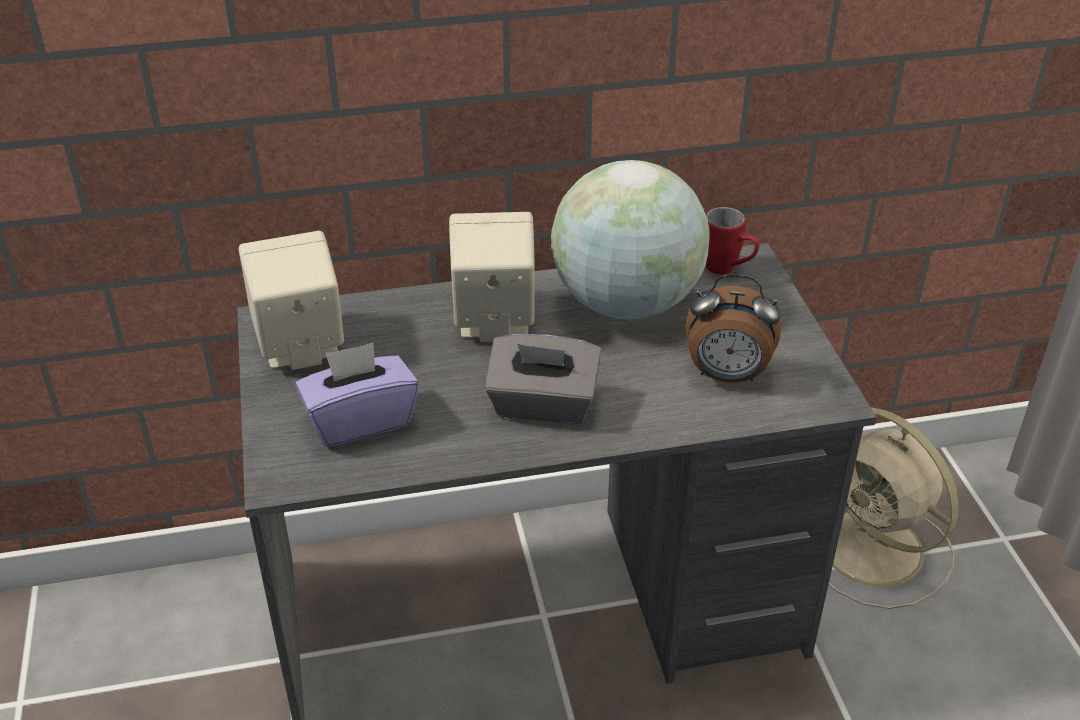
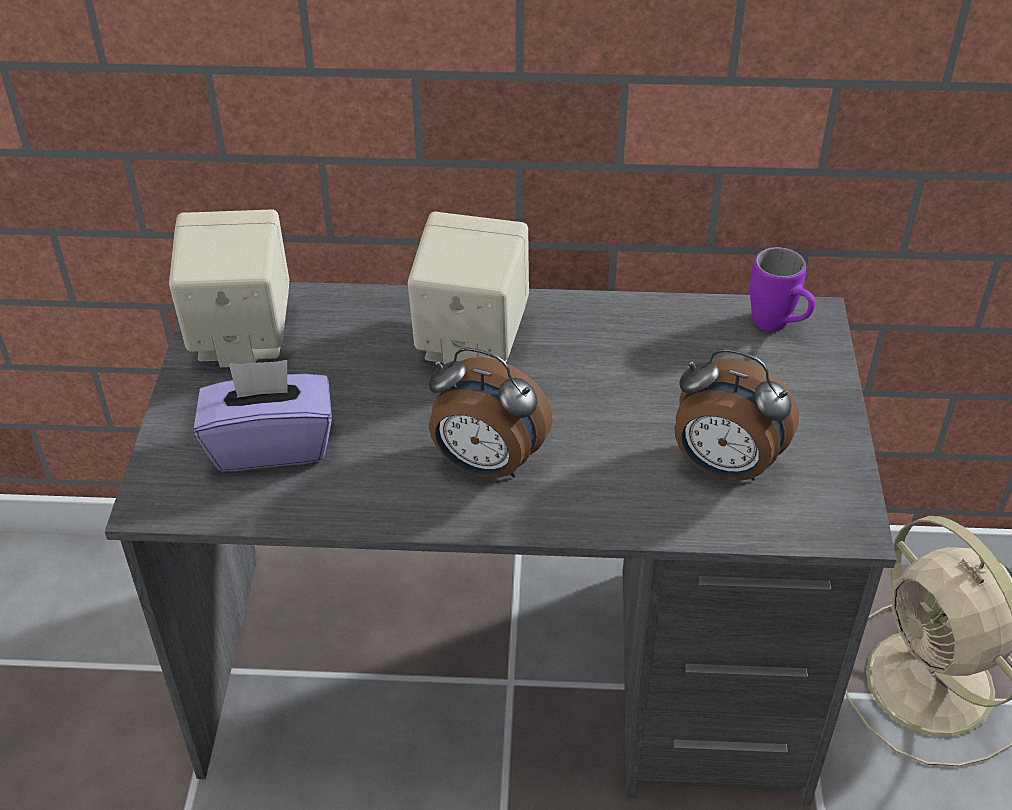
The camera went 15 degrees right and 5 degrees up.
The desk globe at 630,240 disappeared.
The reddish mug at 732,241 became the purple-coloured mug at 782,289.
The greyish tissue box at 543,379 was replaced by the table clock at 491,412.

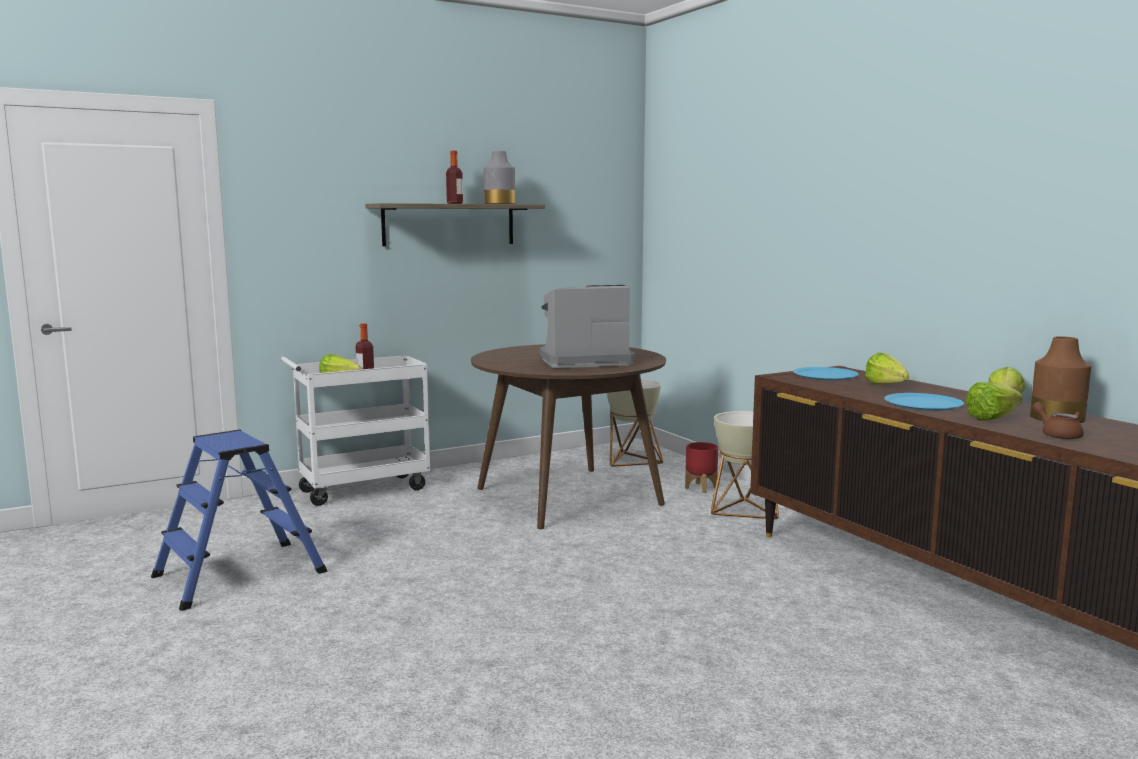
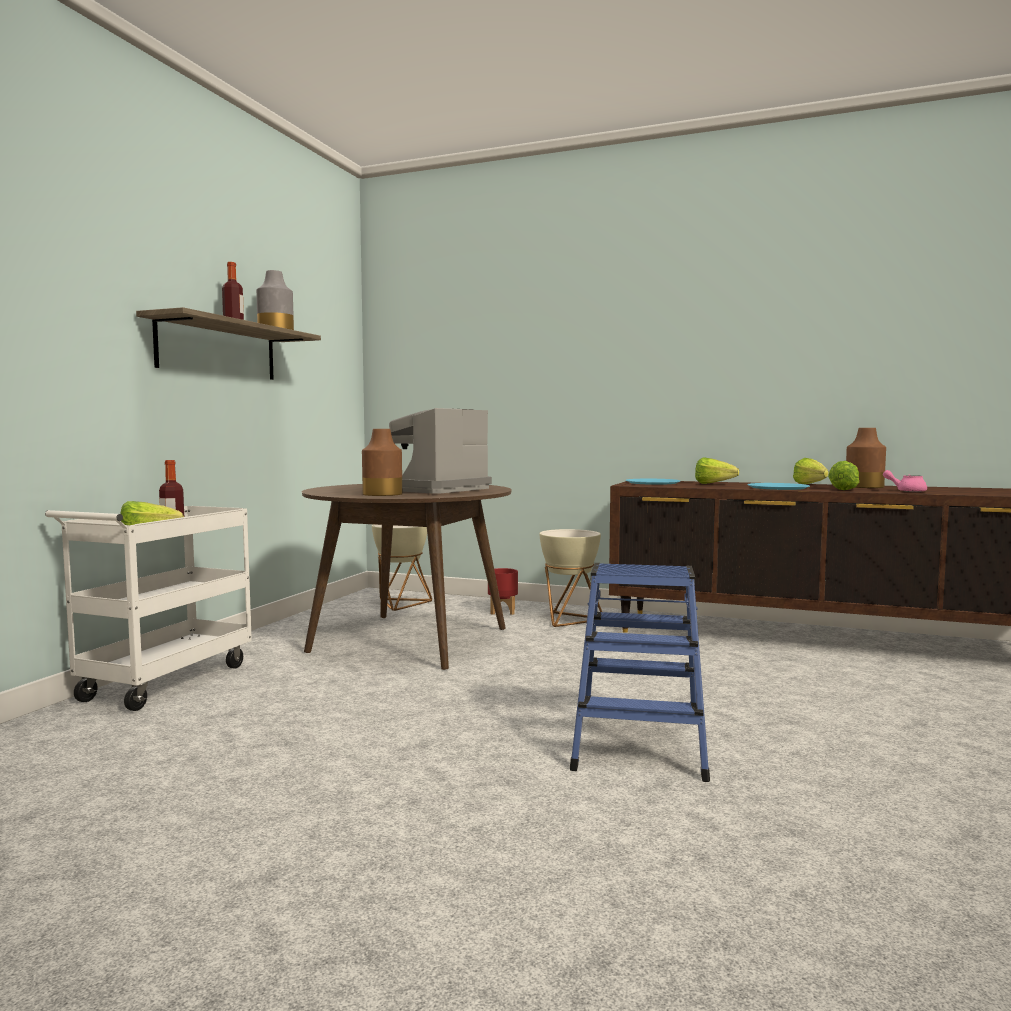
The camera went 40 degrees left and 5 degrees down.
The brown tea pot at 1058,421 became the pink tea pot at 905,481.
The blue step ladder moved from 239,520 to 640,672.
The brown flower vase at 382,462 appeared.

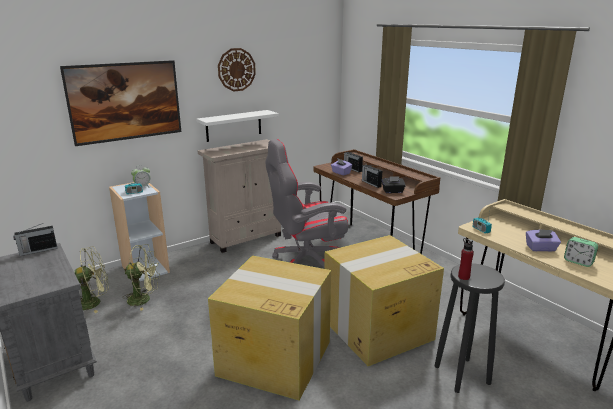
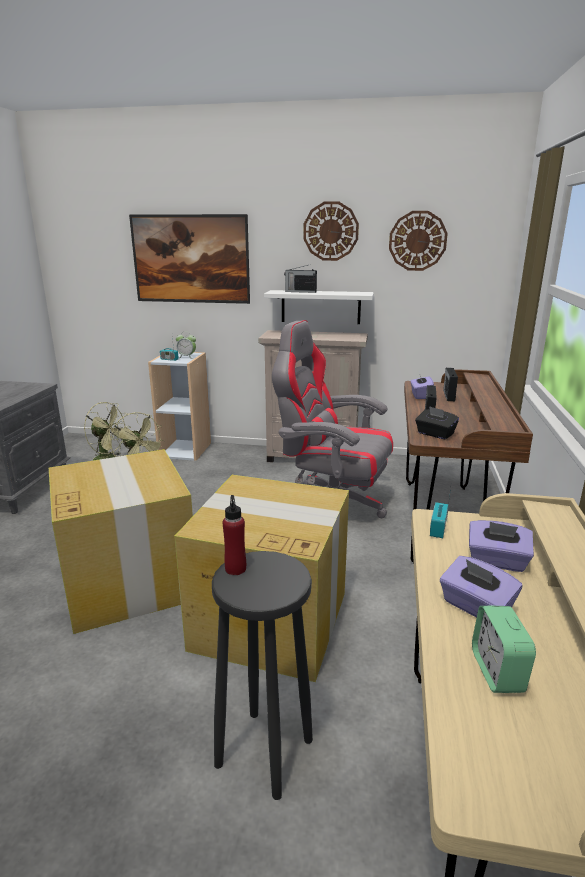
The camera went 45 degrees right and 0 degrees up.
The radio set moved from 35,239 to 300,278.
The clock on the wall at 418,241 appeared.
The purple-coloured tissue box at 501,546 appeared.

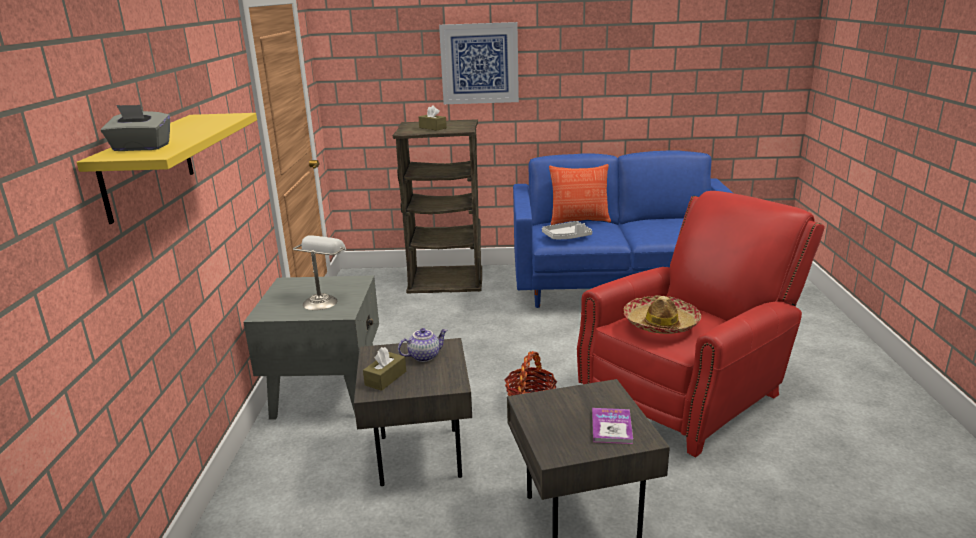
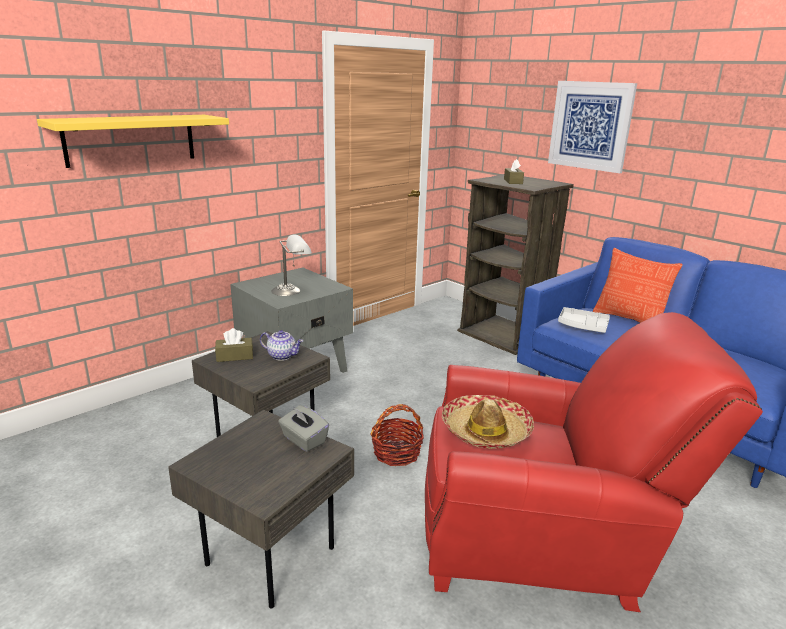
The camera went 45 degrees right and 0 degrees up.
The greyish tissue box moved from 135,128 to 303,428.
The volume at 612,426 disappeared.

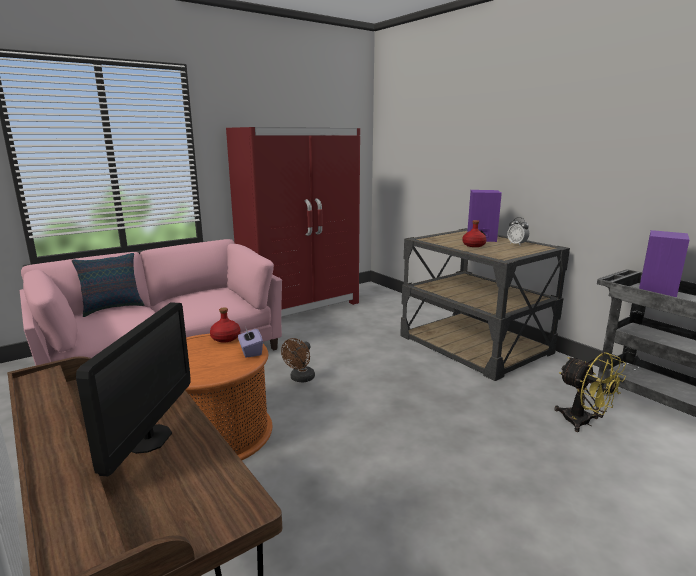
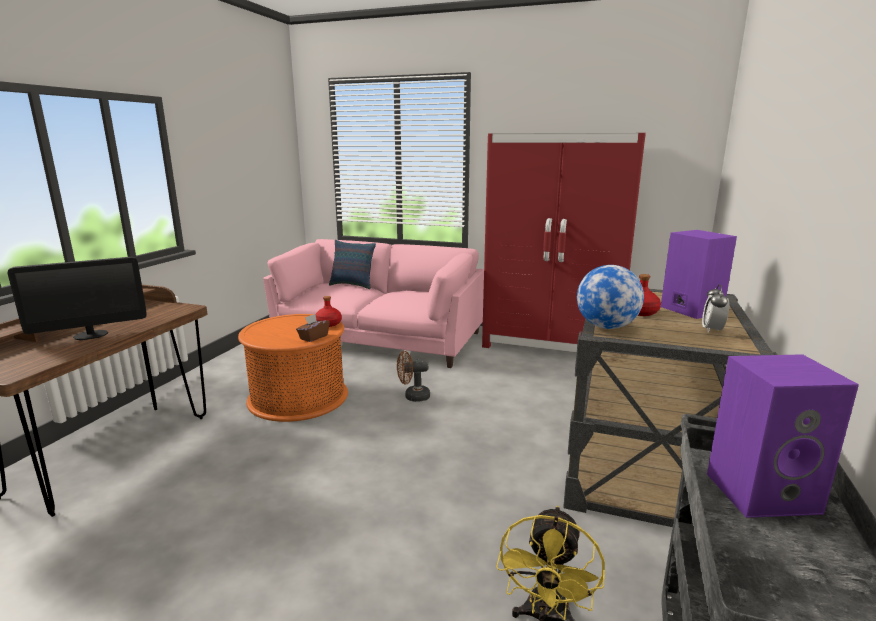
The camera went 55 degrees right and 0 degrees up.
The purple-coloured tissue box at 250,342 became the brown tissue box at 313,328.
The desk globe at 610,297 appeared.

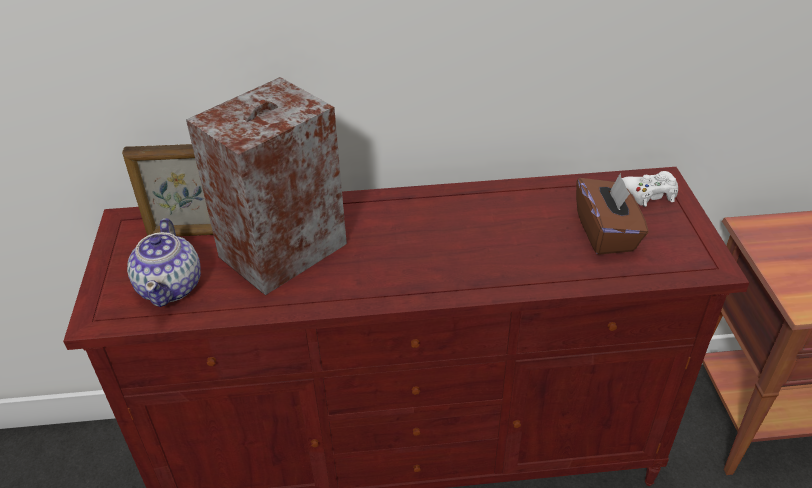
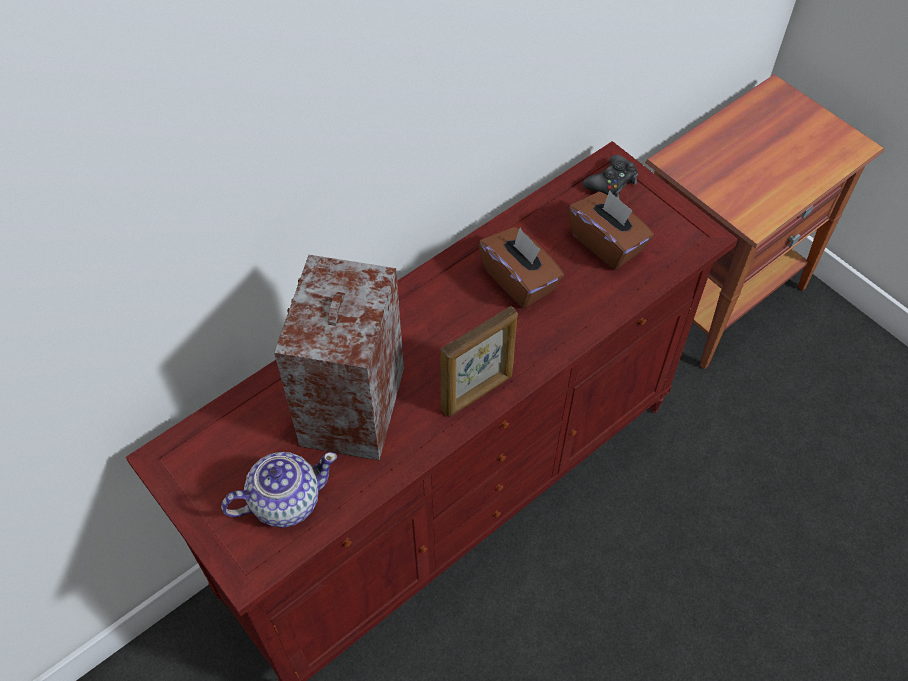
The camera went 35 degrees left and 15 degrees up.
The standing frame moved from 167,190 to 479,361.
The white-coloured joypad at 650,189 became the blackish joypad at 610,177.
The tea pot at 164,262 turned 75 degrees counterclockwise.
The brown tissue box at 521,267 appeared.

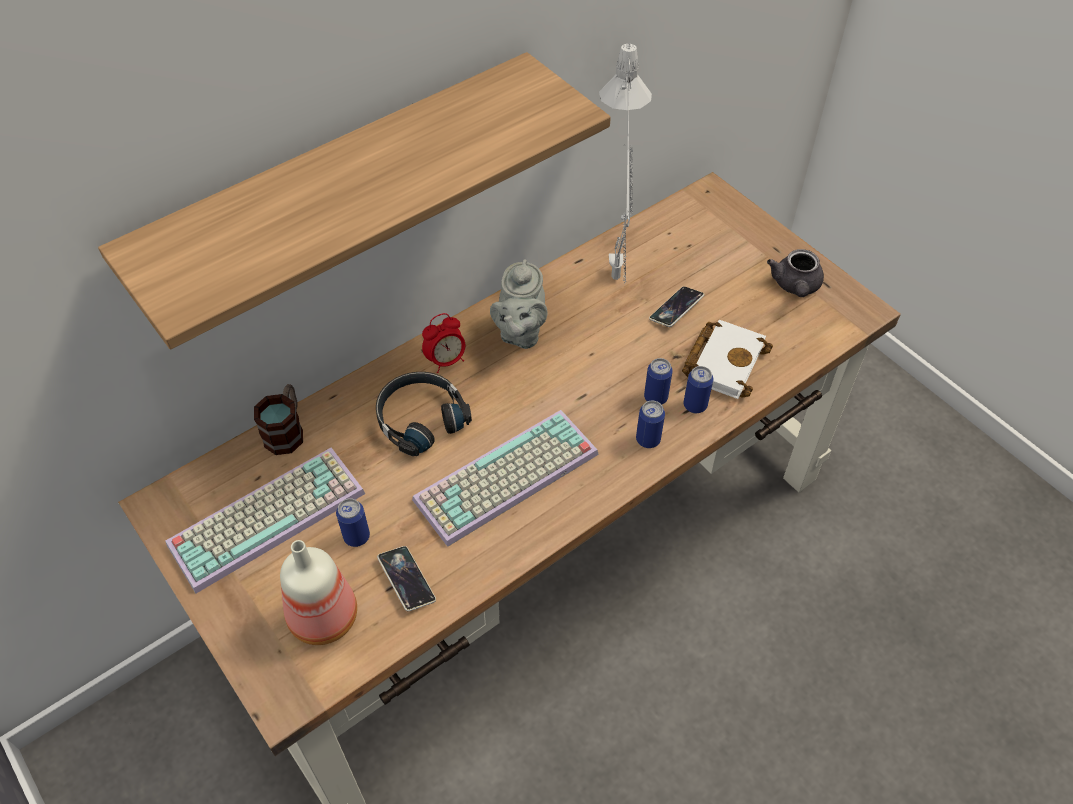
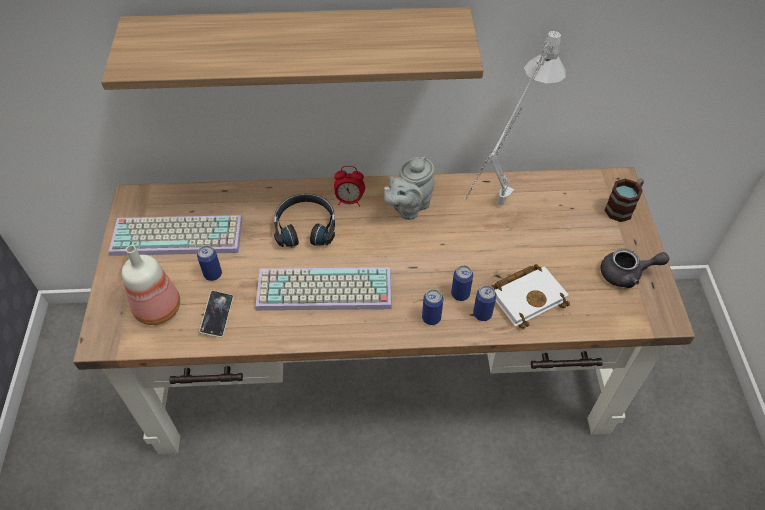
The camera went 35 degrees right and 0 degrees up.
The greyish tea pot at 795,273 turned 135 degrees counterclockwise.
The handset at 676,306 disappeared.
The mug moved from 278,419 to 624,200.

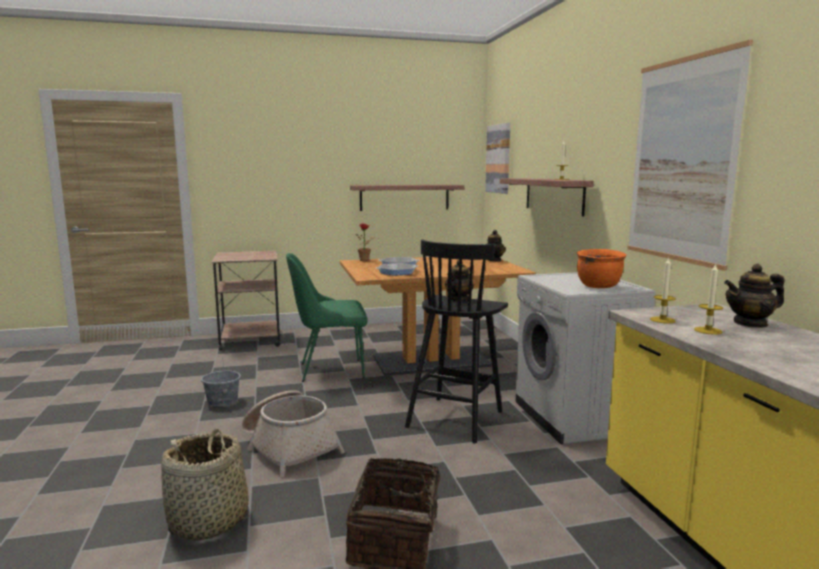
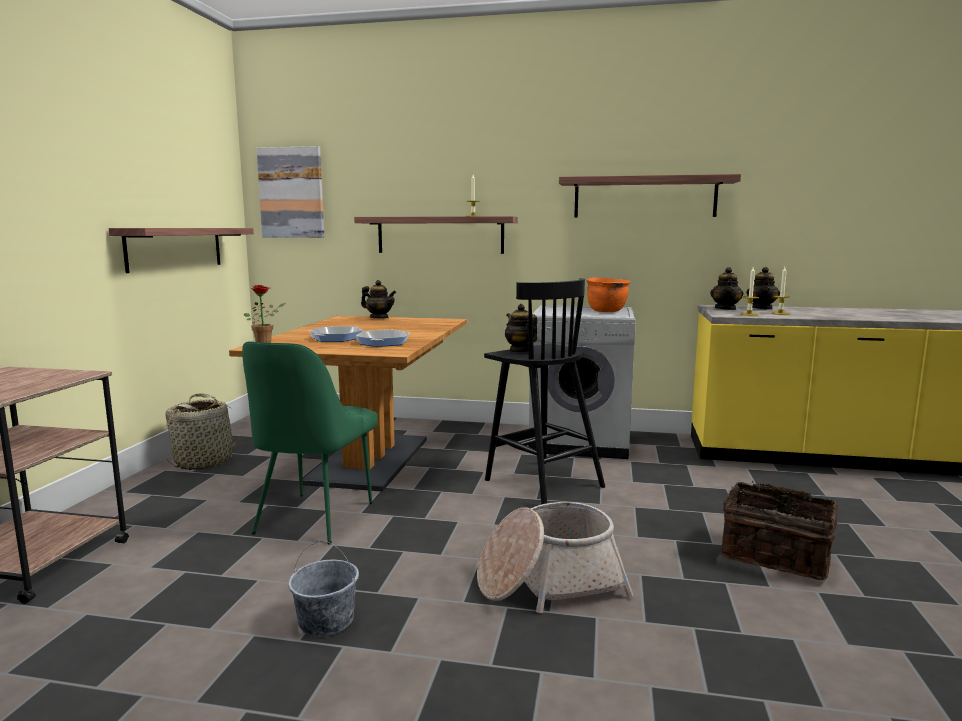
The camera went 65 degrees left and 0 degrees up.
The picture at 690,155 was replaced by the shelf at 650,195.
The basket moved from 208,484 to 203,432.
The tea pot at 727,288 appeared.

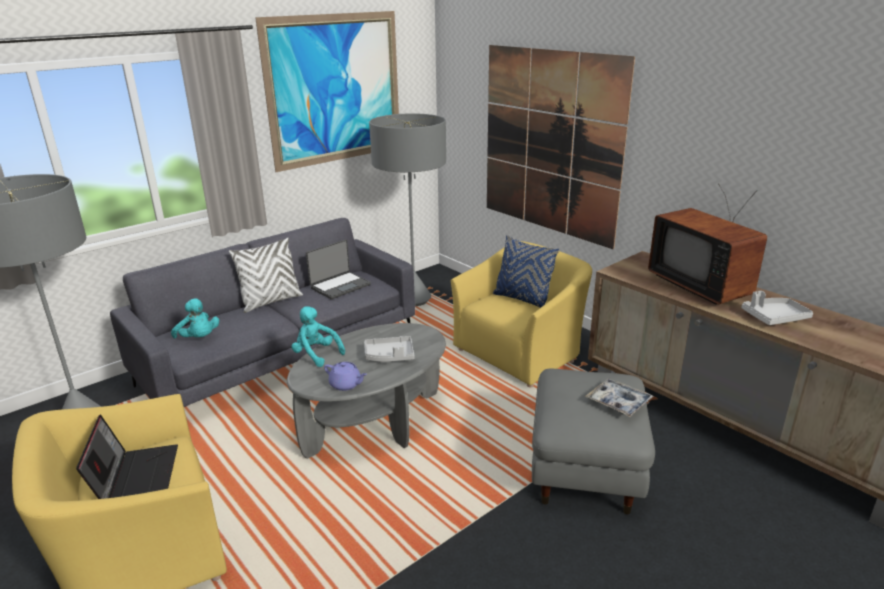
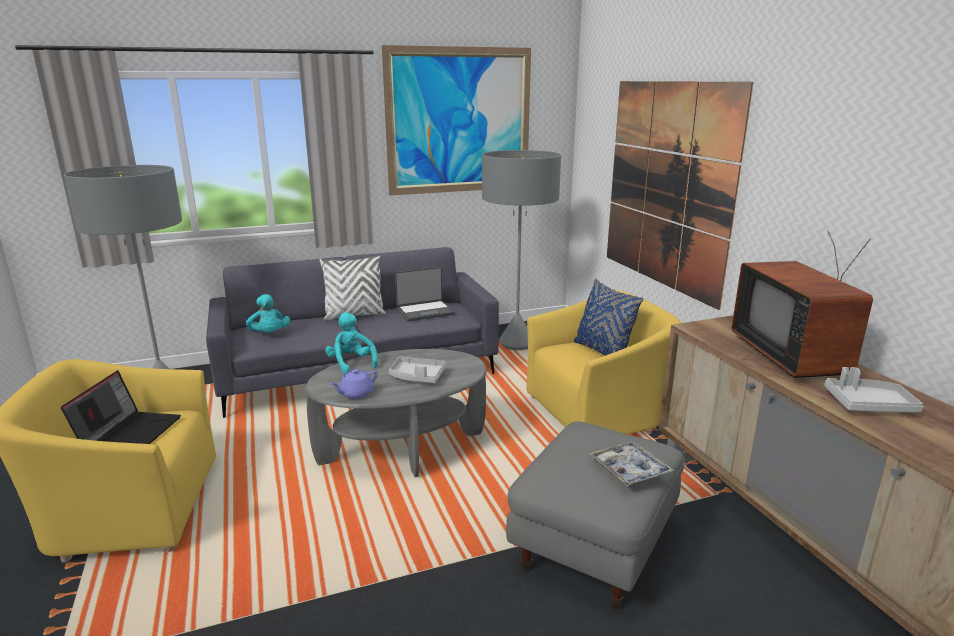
The camera went 20 degrees right and 5 degrees down.
The purple-coloured tea pot at 345,376 turned 90 degrees clockwise.

